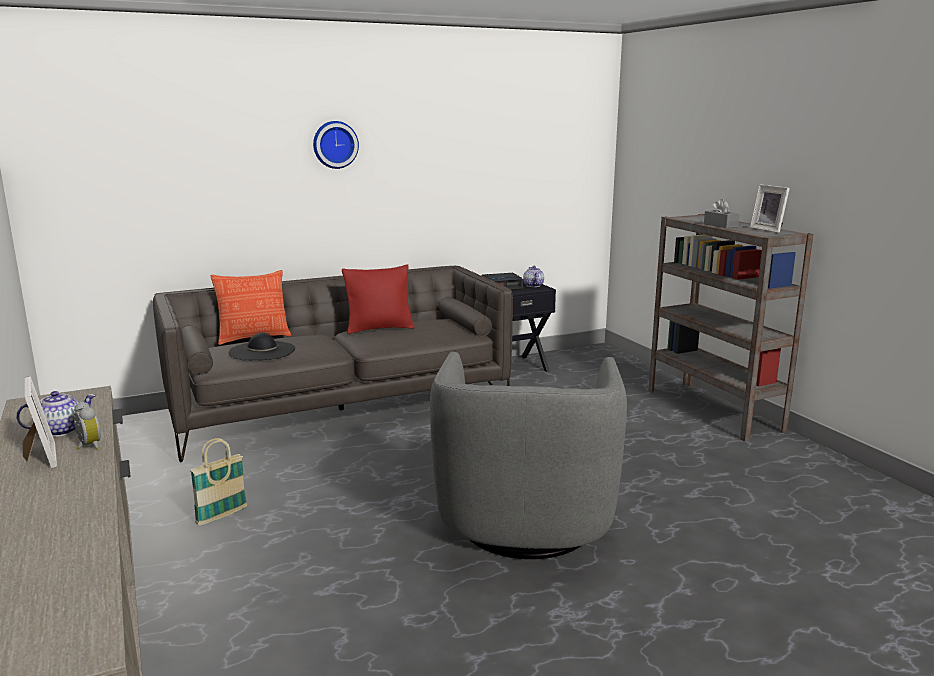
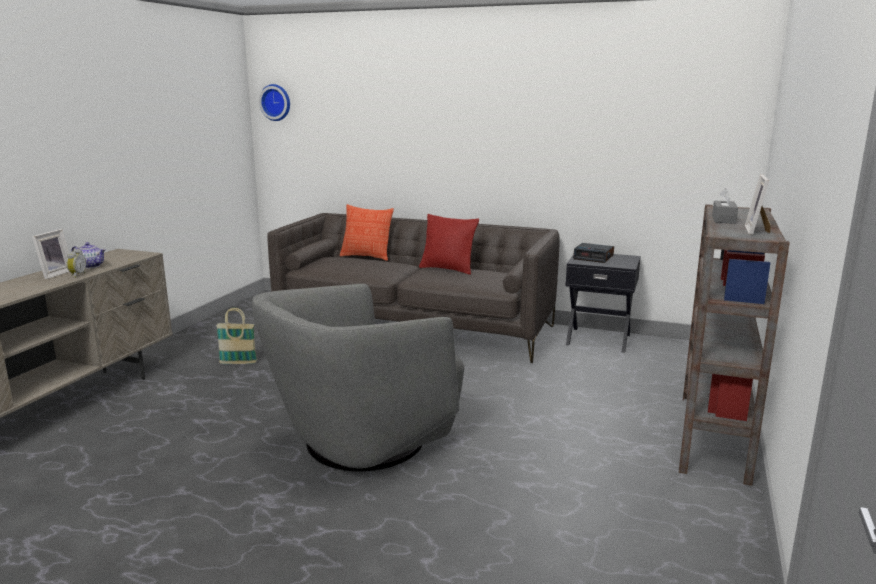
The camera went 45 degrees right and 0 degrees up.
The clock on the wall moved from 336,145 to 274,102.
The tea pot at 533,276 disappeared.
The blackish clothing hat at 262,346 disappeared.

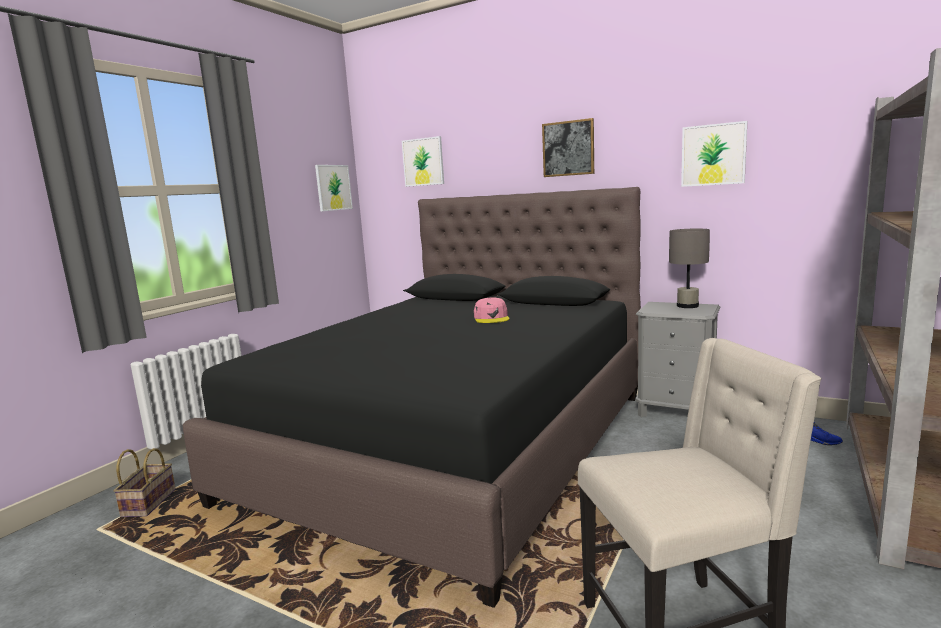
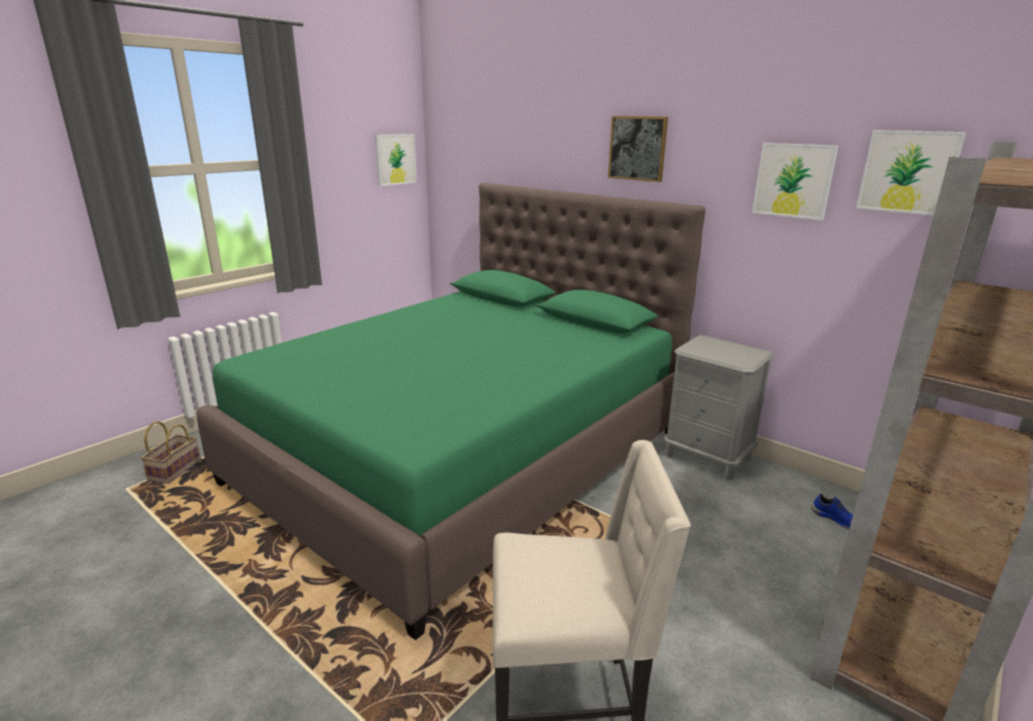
The camera went 10 degrees right and 10 degrees up.
The picture moved from 423,161 to 911,173.
The blackish bedroom bed at 412,397 became the green-coloured bedroom bed at 450,411.
The greyish tabletop lamp at 689,268 disappeared.
The pink cap at 491,310 disappeared.

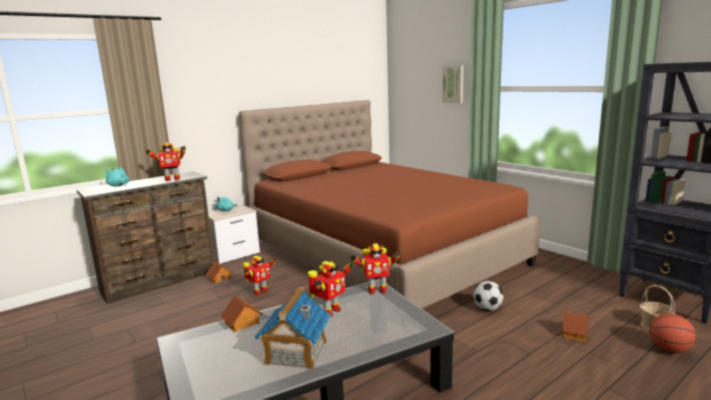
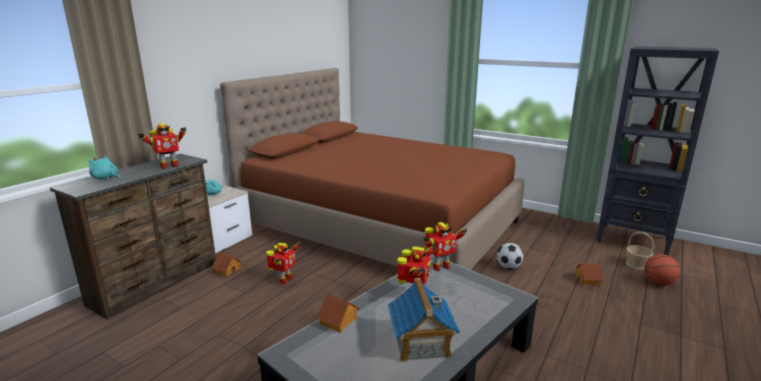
The camera went 20 degrees left and 5 degrees up.
The picture at 452,84 disappeared.

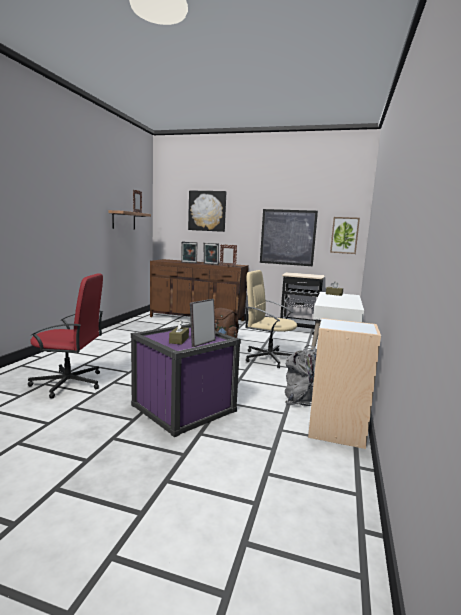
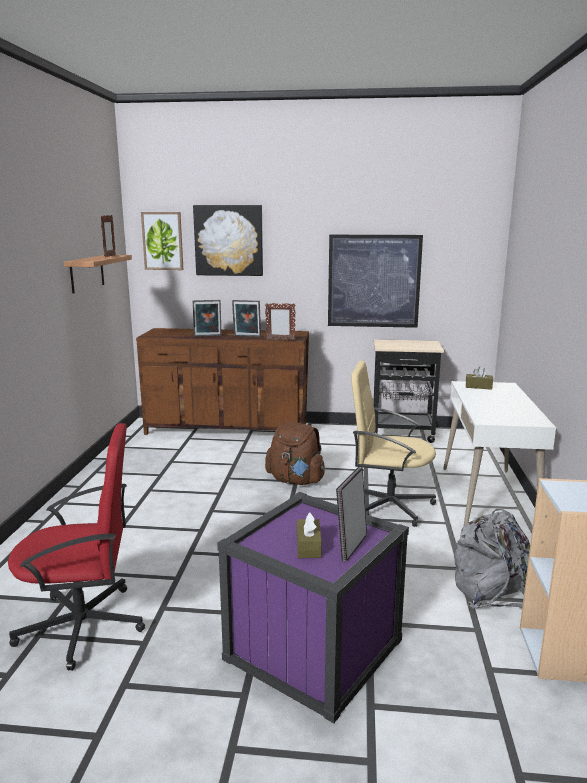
The camera went 10 degrees left and 5 degrees up.
The picture moved from 345,235 to 162,241.

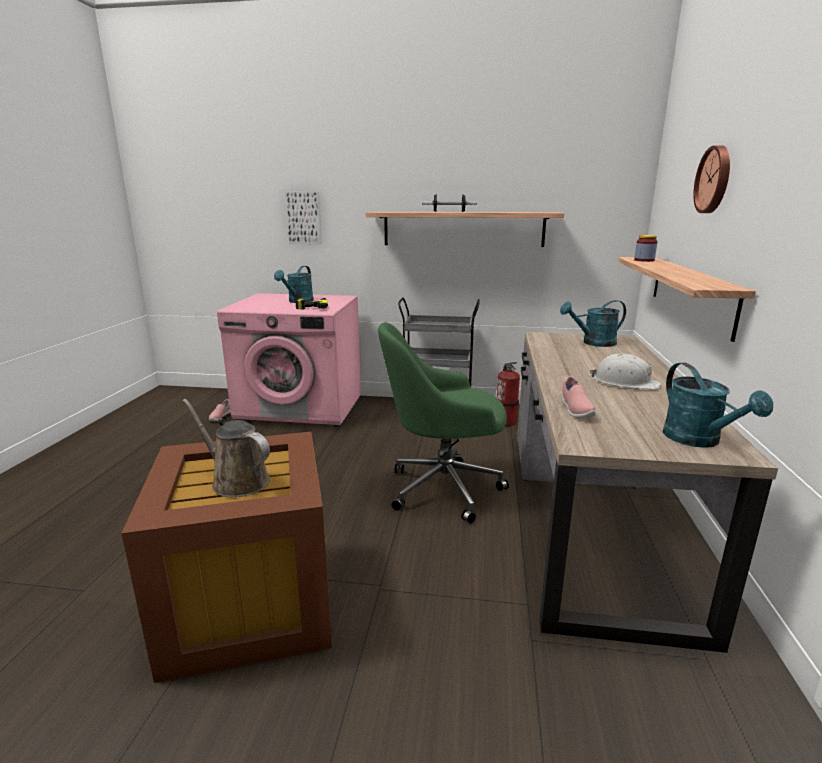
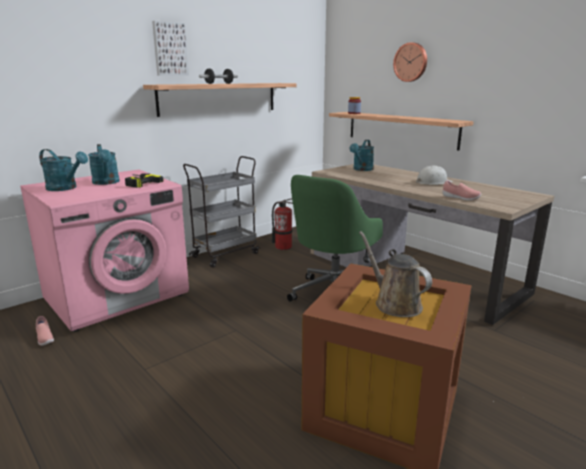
The camera went 50 degrees left and 0 degrees up.
The picture moved from 303,217 to 170,48.
The blue-green sprinkling can moved from 718,405 to 63,170.
The brown sprinkling can at 226,448 turned 75 degrees clockwise.

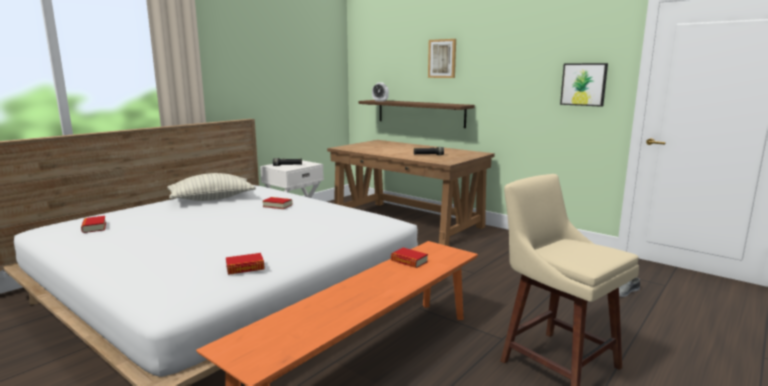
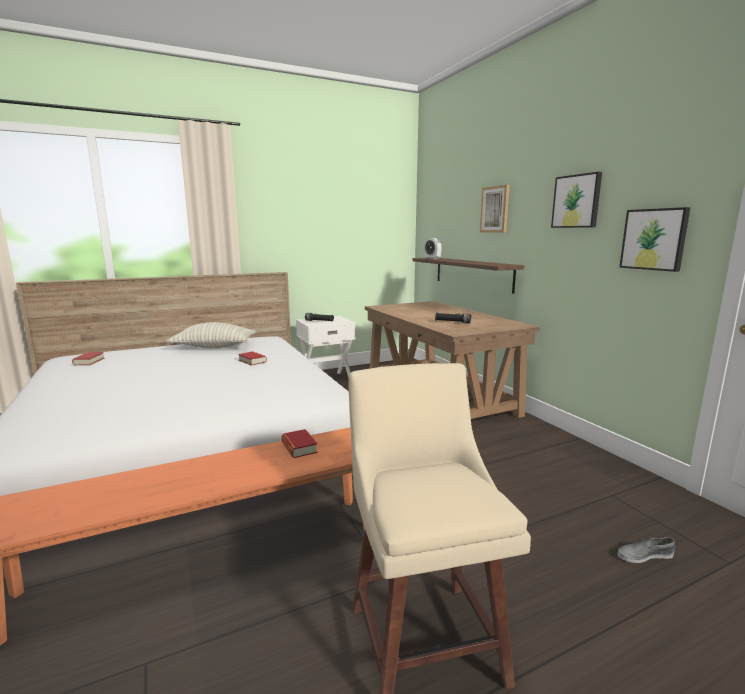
The camera went 25 degrees right and 0 degrees up.
The volume at 245,264 disappeared.
The picture at 576,200 appeared.

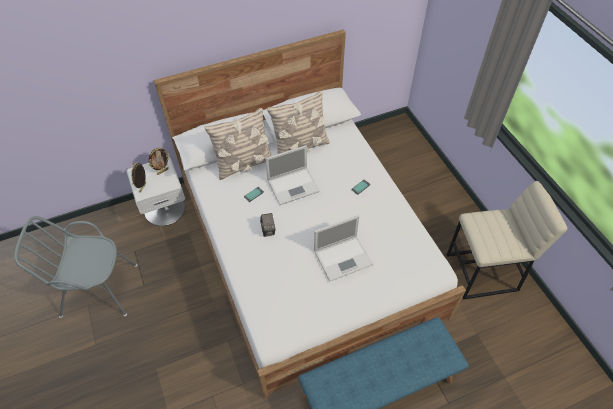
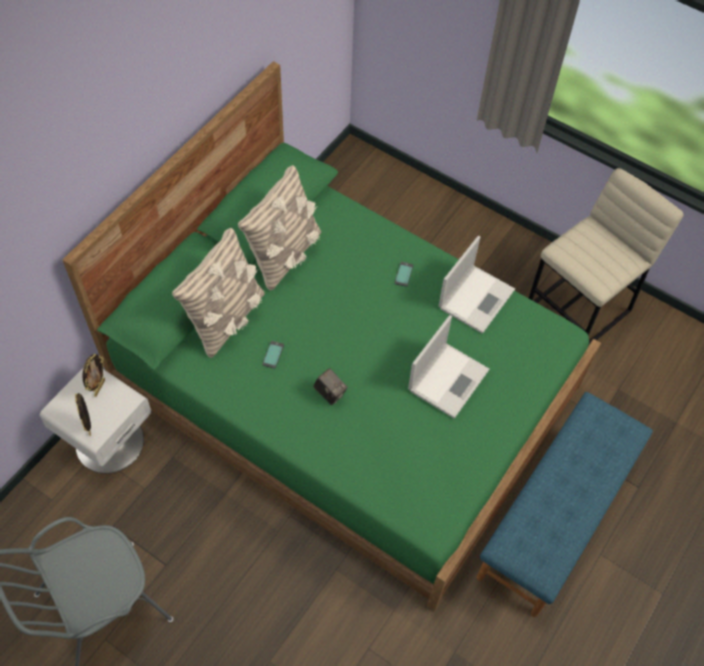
The camera went 35 degrees left and 5 degrees up.
The white-coloured bedroom bed at 310,214 became the green-coloured bedroom bed at 331,336.
The notebook computer moved from 292,175 to 477,284.

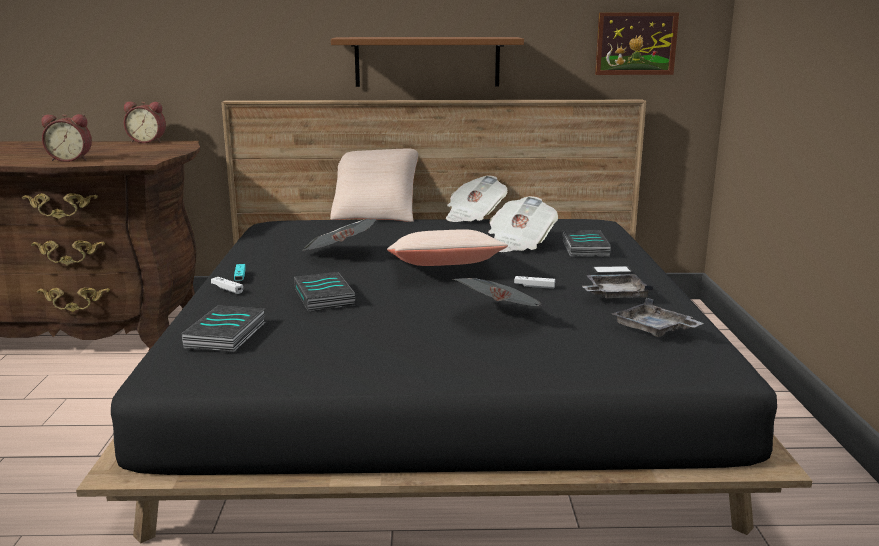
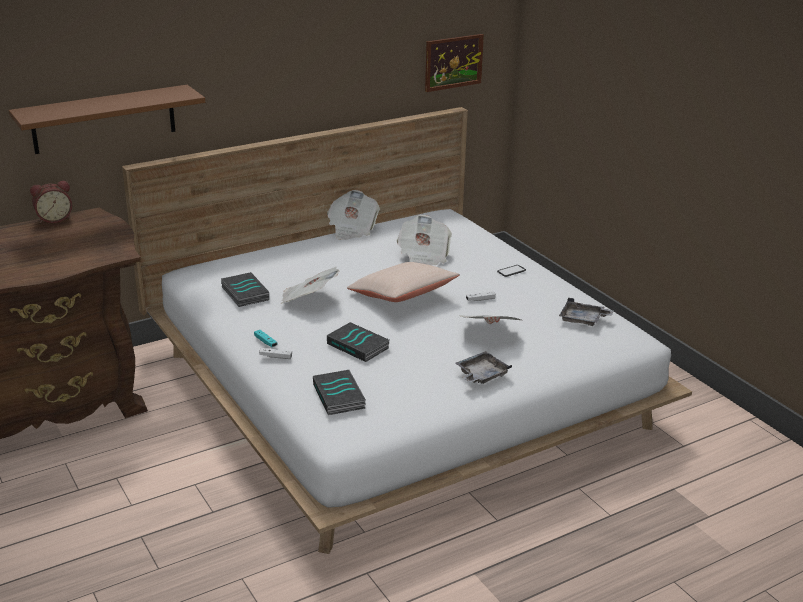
The camera went 30 degrees left and 10 degrees up.
The brown shelf moved from 427,62 to 107,119.
The blackish bedroom bed at 444,321 became the white-coloured bedroom bed at 407,330.
The table clock at 66,138 disappeared.
The sand-coloured pillow at 374,185 disappeared.
The volume moved from 586,243 to 245,289.
The greyish carrying tray moved from 617,286 to 483,367.

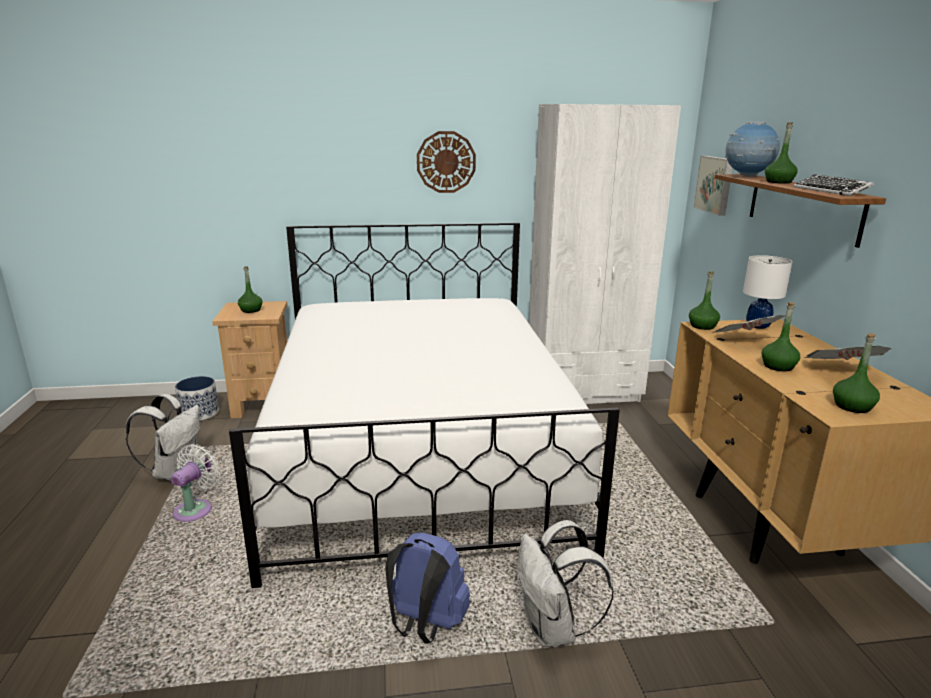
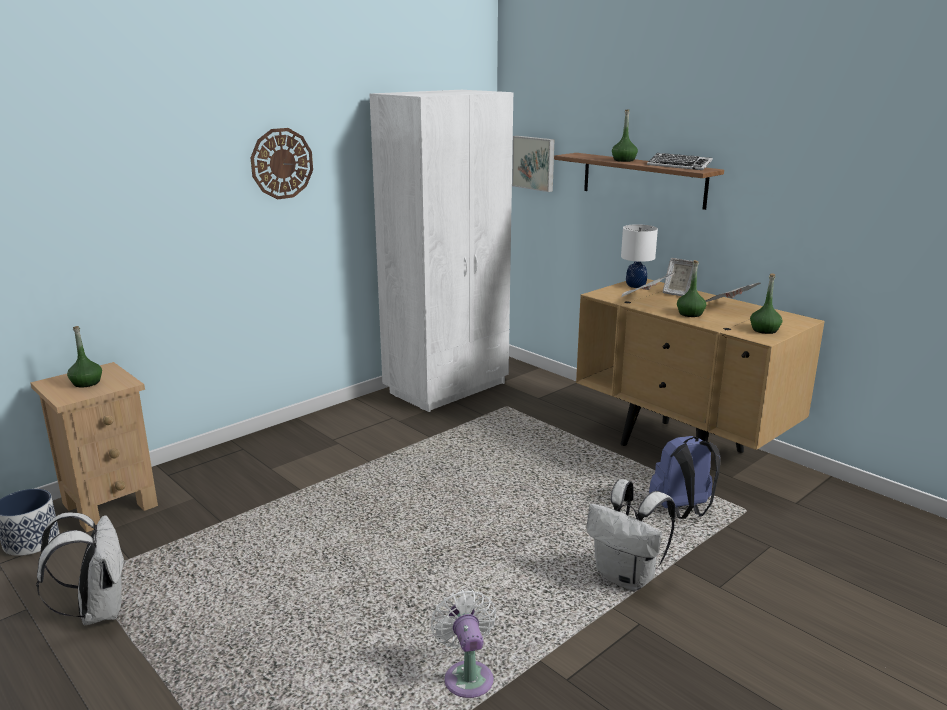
The camera went 35 degrees left and 0 degrees up.
The desk globe at 752,149 disappeared.
The white-coloured bedroom bed at 424,405 disappeared.
The green-coloured drink bottle at 704,300 disappeared.
The white-coloured cooling fan moved from 195,483 to 463,644.
The blue rucksack moved from 427,588 to 685,477.
The standing frame at 681,277 appeared.

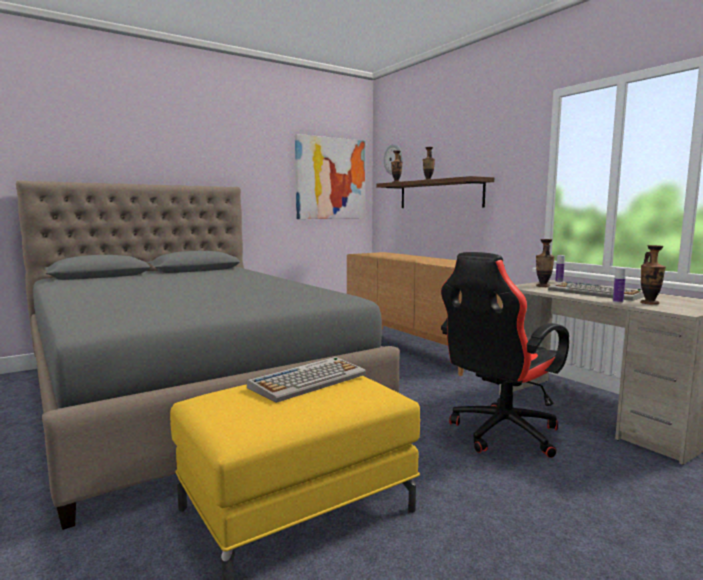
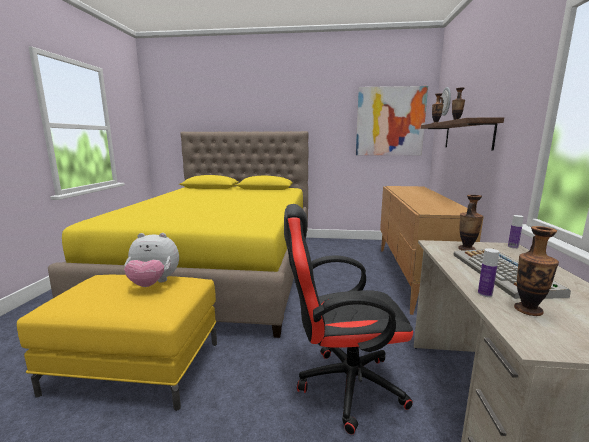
The camera went 40 degrees right and 5 degrees up.
The greyish bedroom bed at 208,355 became the yellow-coloured bedroom bed at 178,234.
The keyboard at 306,380 was replaced by the soft toy at 151,260.

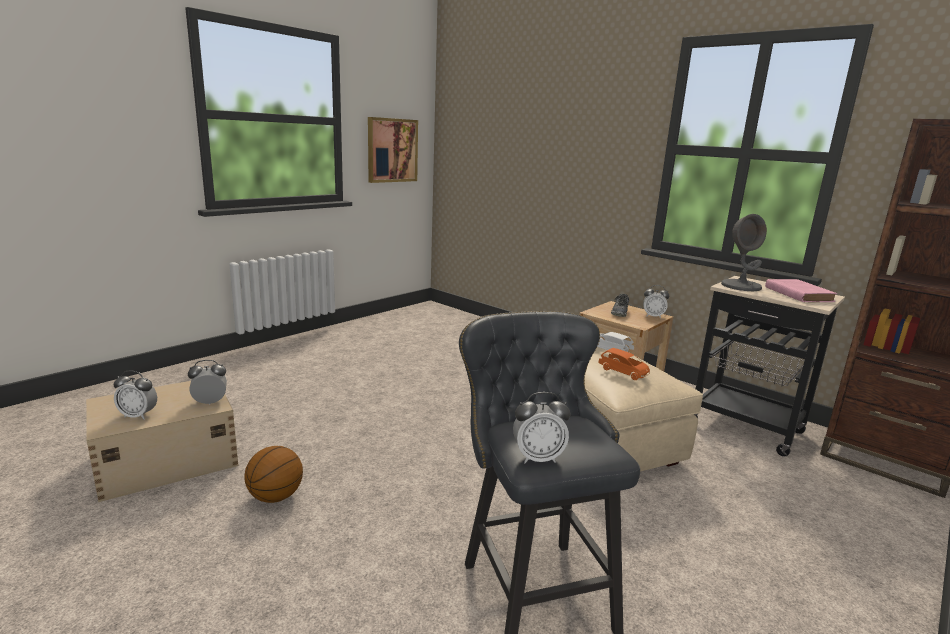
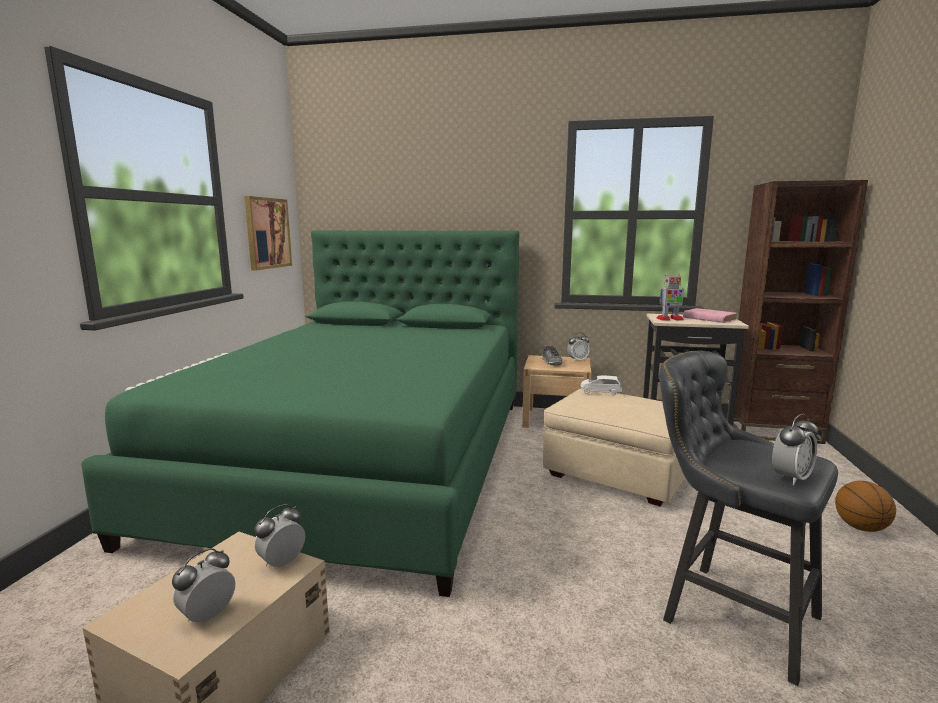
The camera went 30 degrees left and 5 degrees down.
The greyish tabletop lamp at 744,252 was replaced by the model robot at 670,298.
The orange toy car at 624,364 disappeared.
The table clock at 135,395 turned 150 degrees clockwise.
The basketball moved from 273,474 to 865,506.
The green-coloured bedroom bed at 300,413 appeared.

